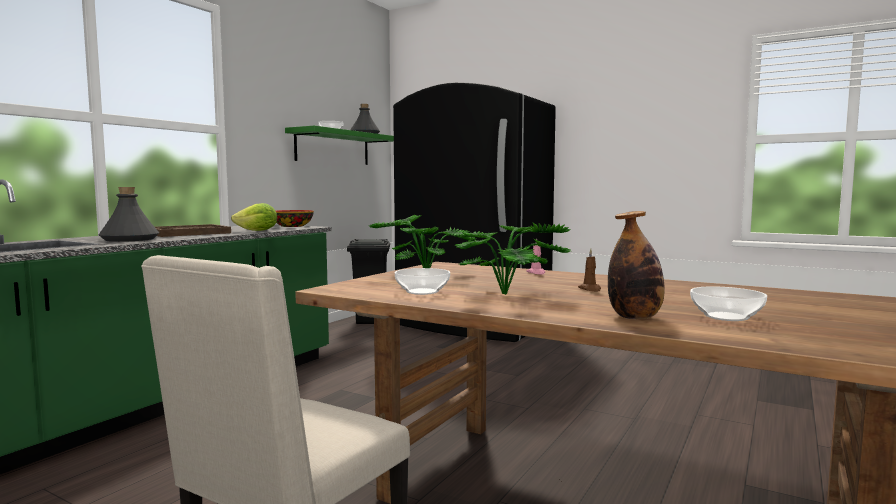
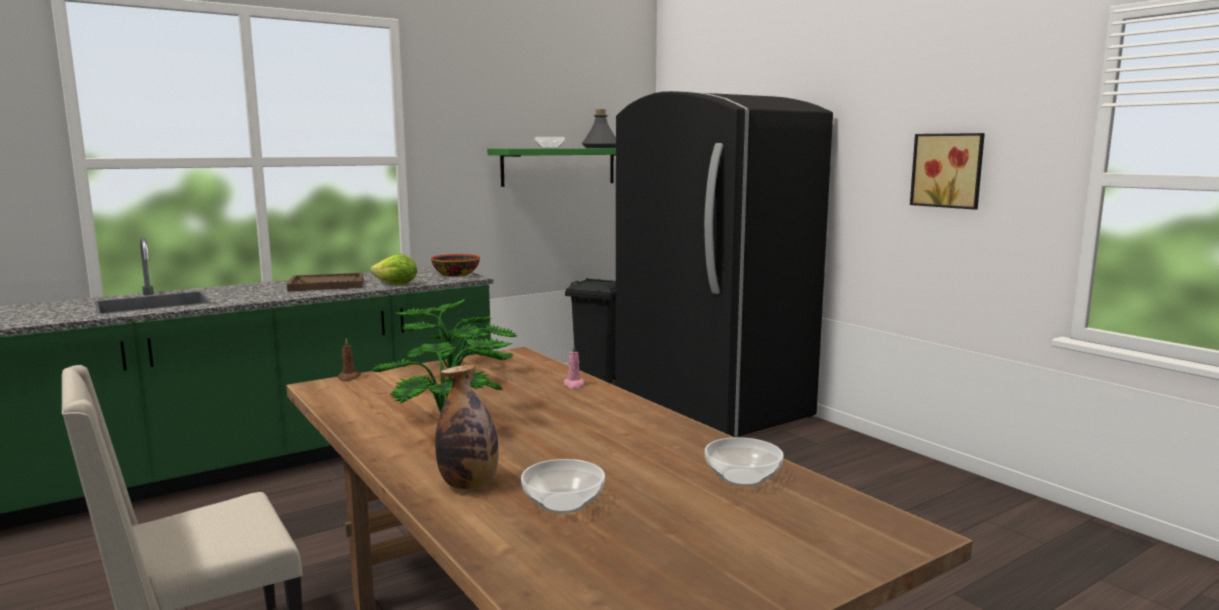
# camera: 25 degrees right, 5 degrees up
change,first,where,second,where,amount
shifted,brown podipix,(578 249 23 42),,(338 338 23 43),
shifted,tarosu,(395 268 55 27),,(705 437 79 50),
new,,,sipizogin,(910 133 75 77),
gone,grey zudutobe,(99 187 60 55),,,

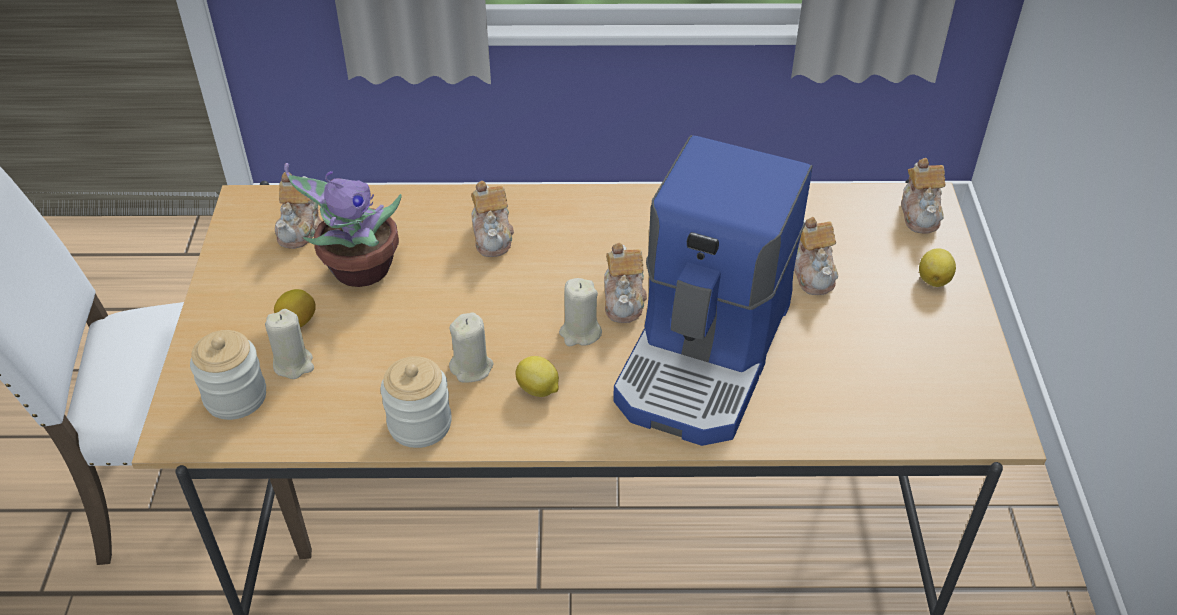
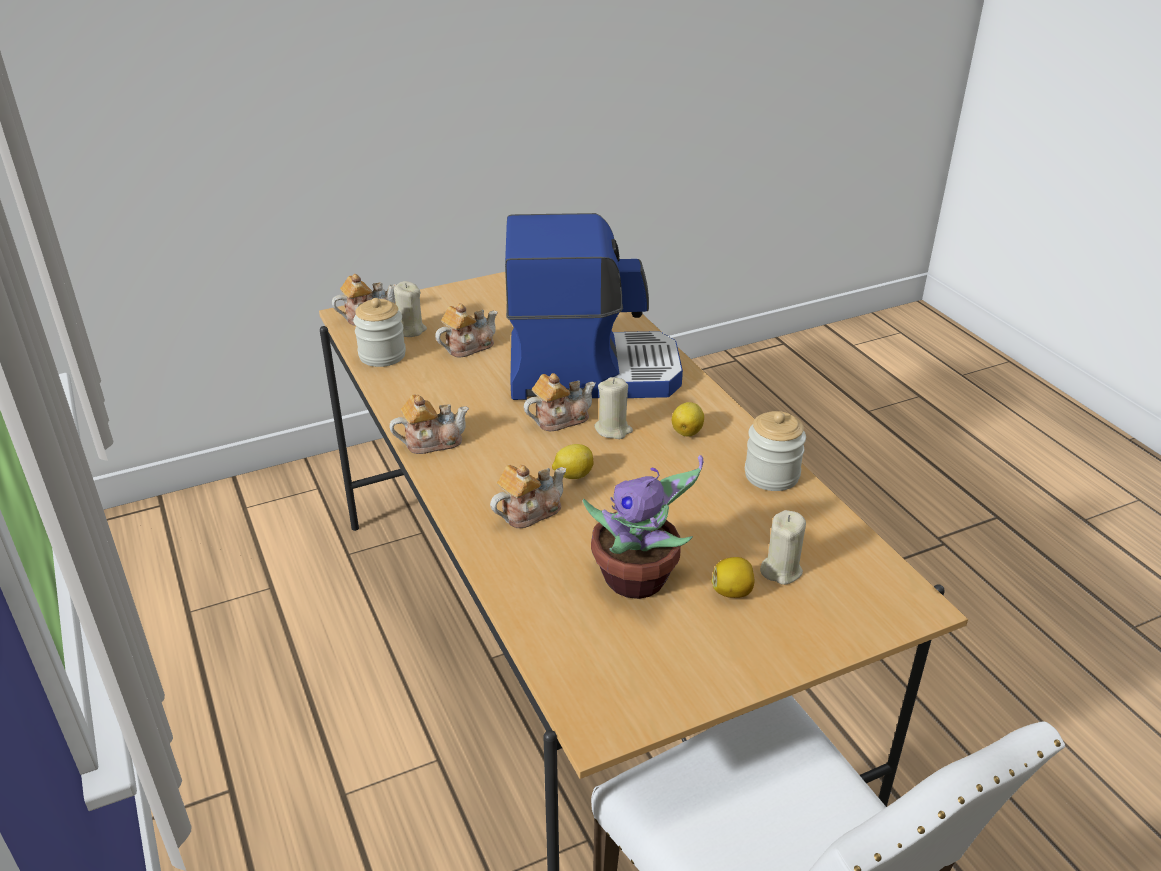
# camera: 115 degrees left, 10 degrees down
change,first,where,second,where,amount
shifted,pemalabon,(190 330 76 90),,(353 298 53 69),
shifted,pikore,(275 172 47 77),,(390 394 79 60),
shifted,beige podipix,(449 313 45 70),,(394 281 33 56),
shifted,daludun,(919 248 37 39),,(552 444 42 35),

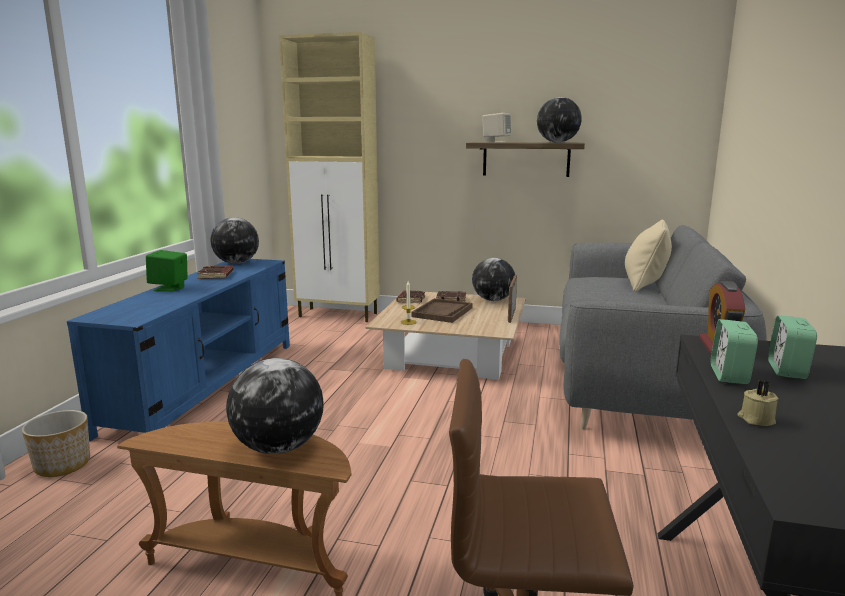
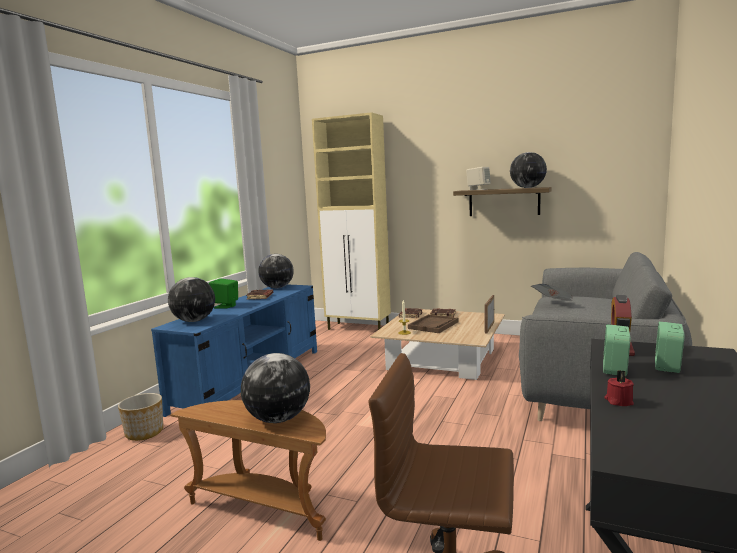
# camera: 10 degrees right, 5 degrees down
change,first,where,second,where,amount
shifted,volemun,(472 258 43 43),,(168 277 47 45),
new,,,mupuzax,(531 284 43 17),
repainted,beige podipix,(737 381 42 45),red podipix,(604 370 30 36),
gone,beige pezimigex,(625 219 47 73),,,

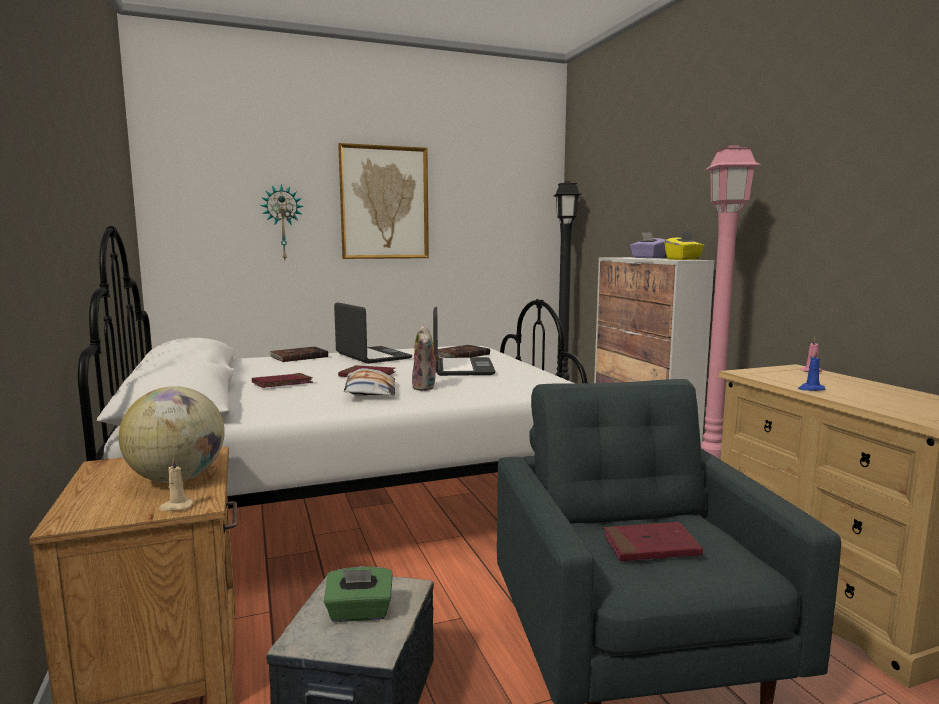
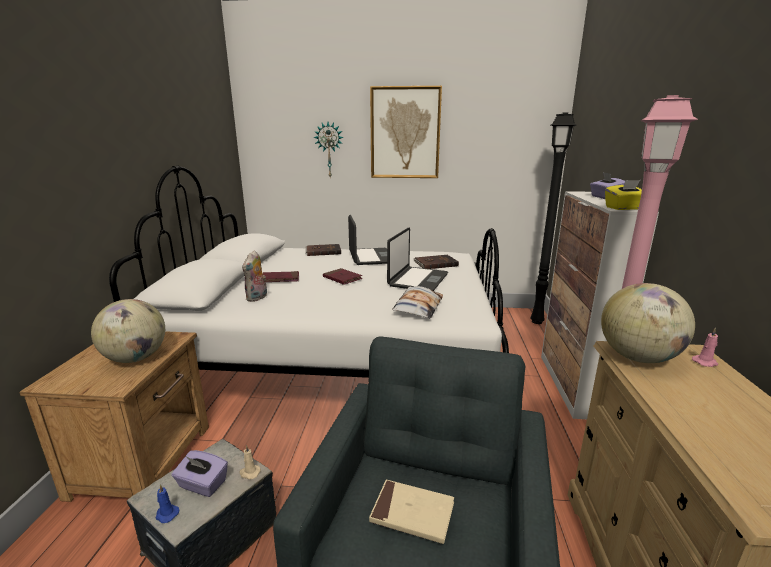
# camera: 25 degrees right, 10 degrees up
change,first,where,second,where,amount
shifted,blue podipix,(798 350 27 41),,(155 484 24 39),
repainted,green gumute,(324 567 69 55),purple gumute,(171 450 57 47),
shifted,beige podipix,(159 457 35 54),,(239 445 22 35),
shifted,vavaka,(412 325 28 66),,(242 250 25 52),
repainted,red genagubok,(604 522 99 39),beige genagubok,(369 479 85 65),
shifted,pezimigex,(344 368 51 28),,(392 286 51 32),
new,,,volemun,(601 283 94 80),

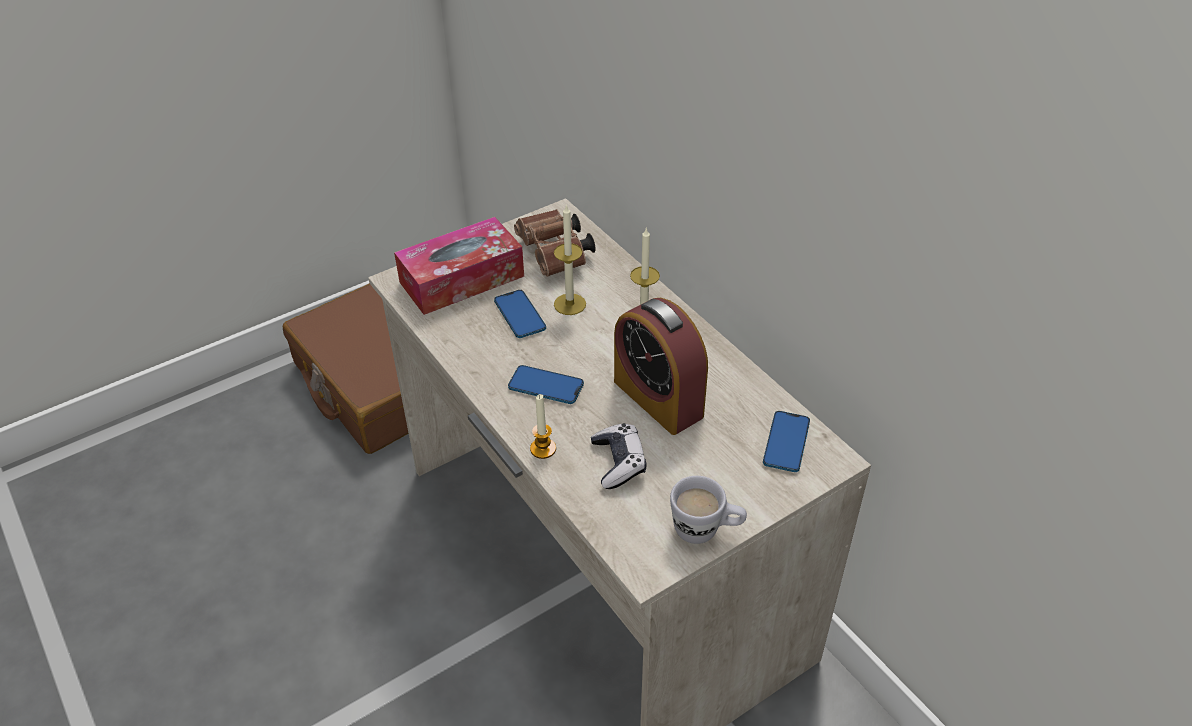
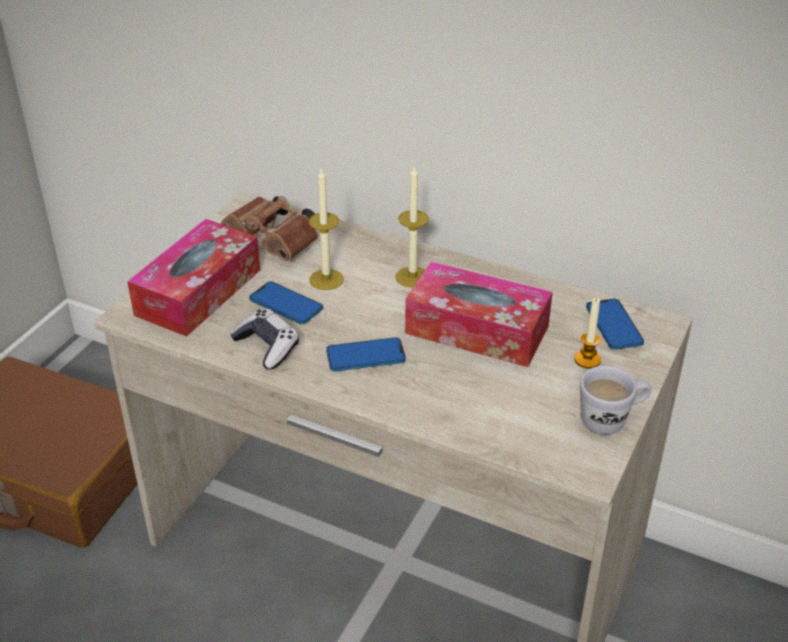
# camera: 30 degrees left, 5 degrees down
change,first,where,second,where,amount
shifted,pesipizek,(591 423 56 66),,(230 309 69 61),
swapped,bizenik,(614 298 94 137),gumute,(405 262 148 105),
shifted,podipix,(530 394 26 65),,(574 297 27 72),

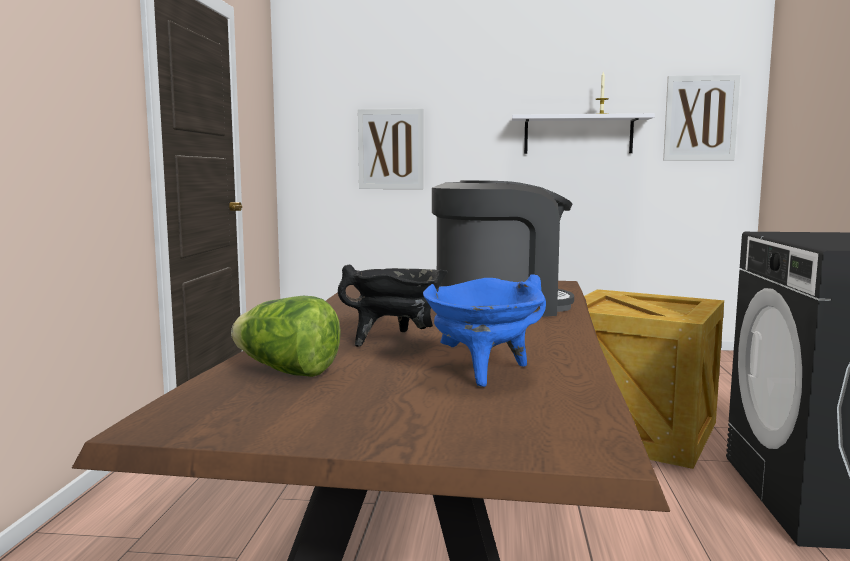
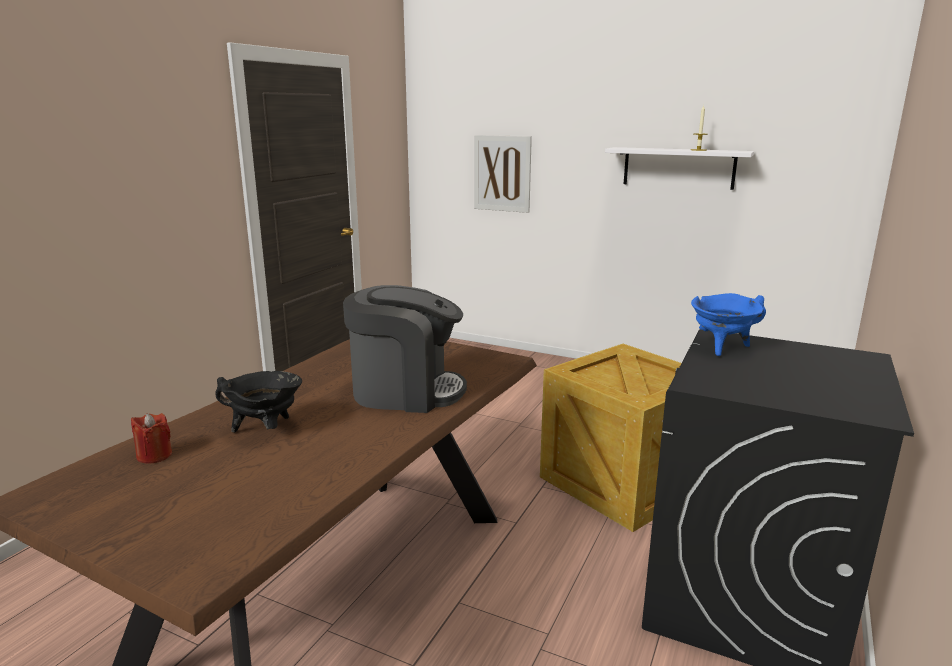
# camera: 20 degrees right, 10 degrees up
change,first,where,second,where,amount
swapped,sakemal,(231 296 110 81),red podipix,(131 413 41 51),
shifted,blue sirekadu,(423 274 123 113),,(691 293 75 63),
gone,sipizogin,(663 75 77 86),,,

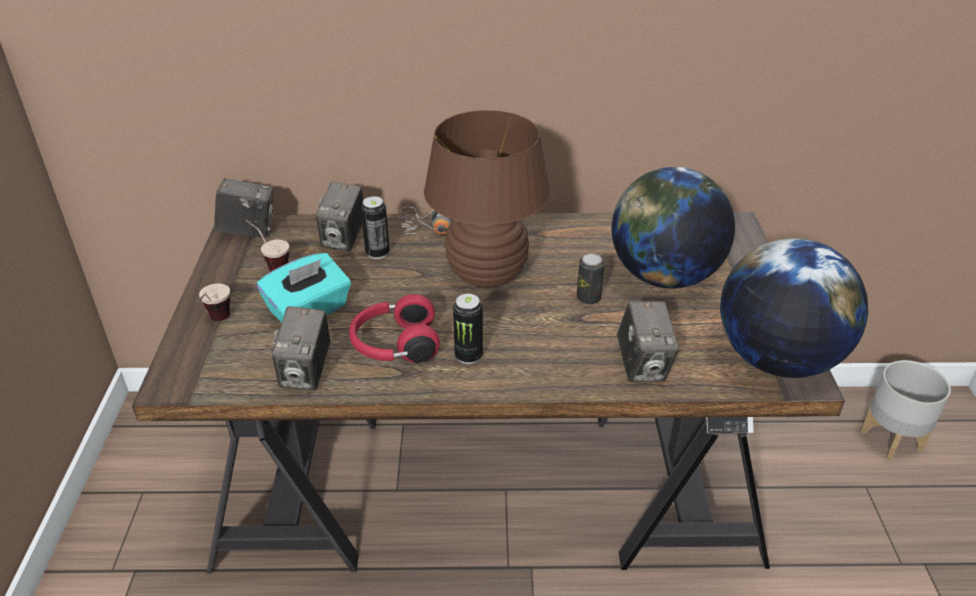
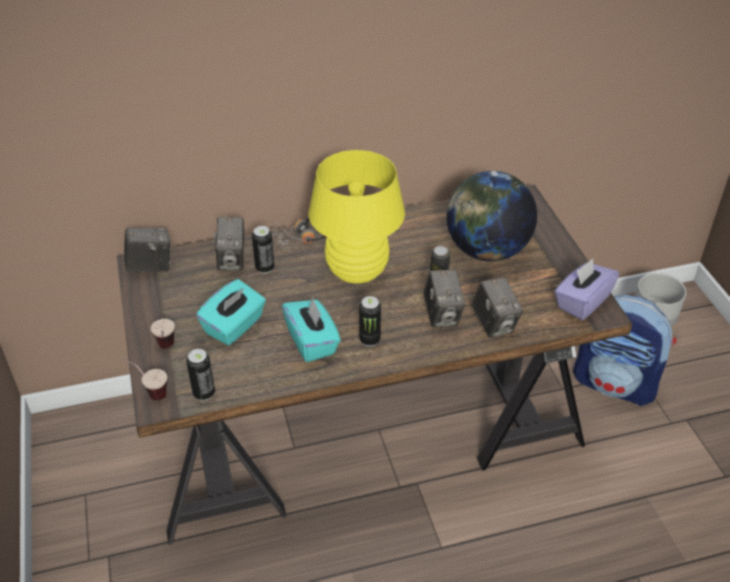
# camera: 15 degrees left, 5 degrees up
change,first,where,second,where,amount
shifted,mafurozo,(245 220 44 52),,(122 358 45 42),
new,,,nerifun,(186 349 29 52),
swapped,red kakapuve,(349 294 91 69),turquoise gumute,(282 297 59 65),
repainted,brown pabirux,(424 110 126 178),yellow pabirux,(309 150 96 134),
shifted,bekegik,(272 306 58 84),,(423 269 42 59),
swapped,volemun,(720 238 148 140),purple gumute,(555 258 64 62),
new,,,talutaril,(573 295 103 111),

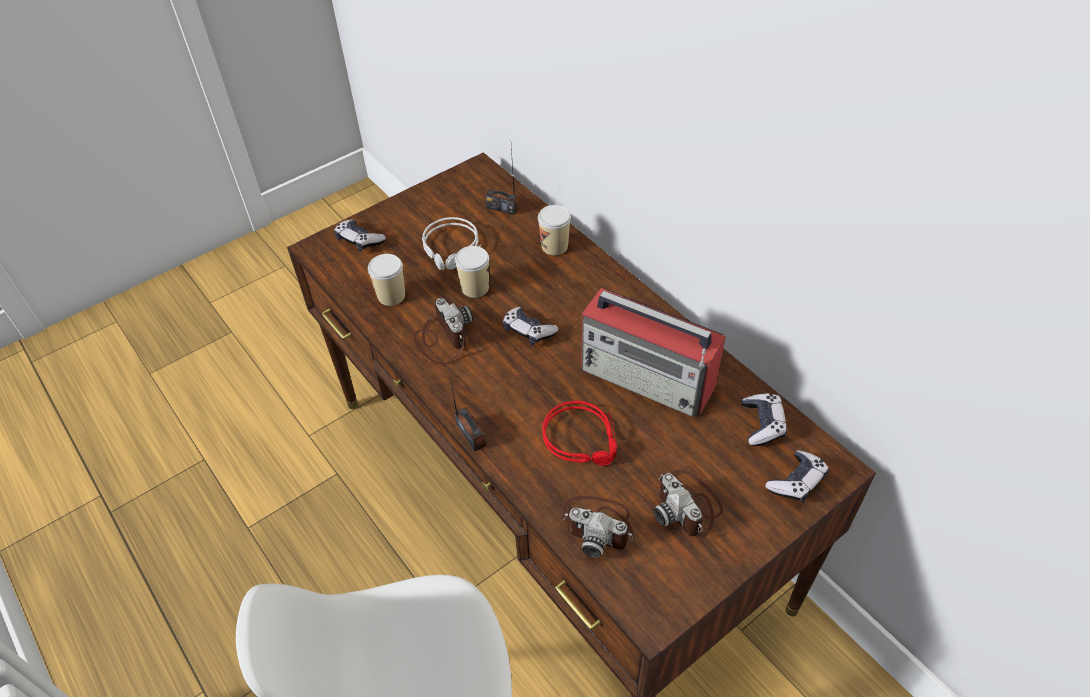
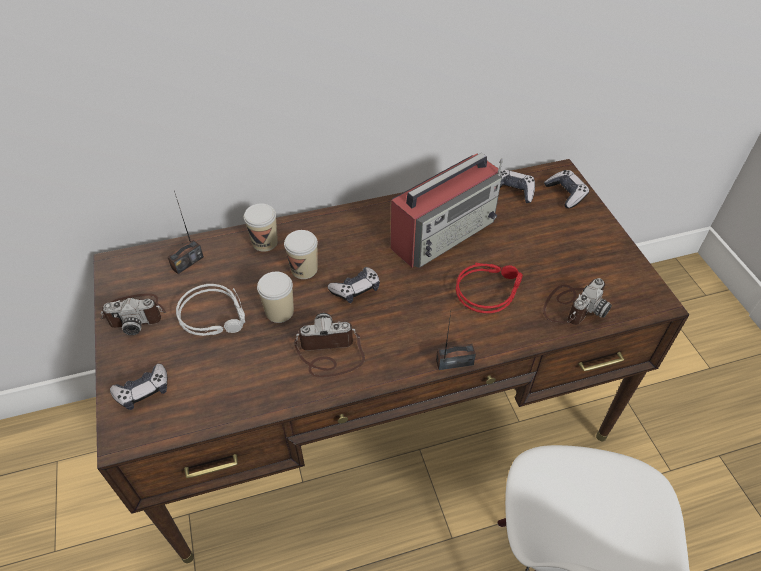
# camera: 70 degrees left, 0 degrees up
change,first,where,second,where,amount
shifted,bekegik,(654 470 69 67),,(100 293 66 42),
shifted,mafurozo,(368 254 37 52),,(284 230 34 49),

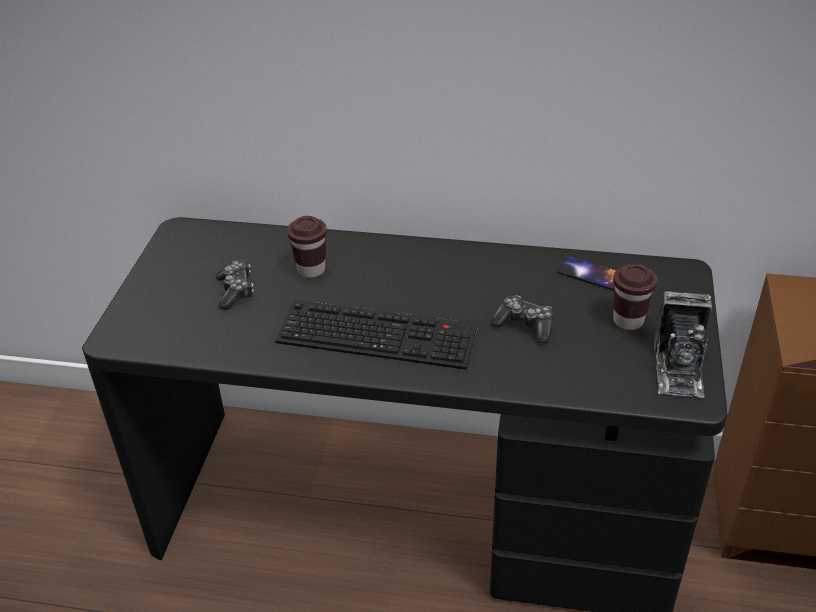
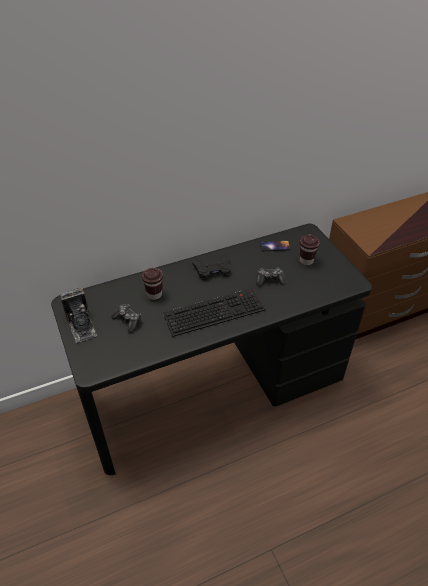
# camera: 35 degrees left, 5 degrees up
change,first,where,second,where,amount
shifted,bekegik,(654 291 58 107),,(60 288 37 55),
new,,,black pesipizek,(192 254 39 26),

